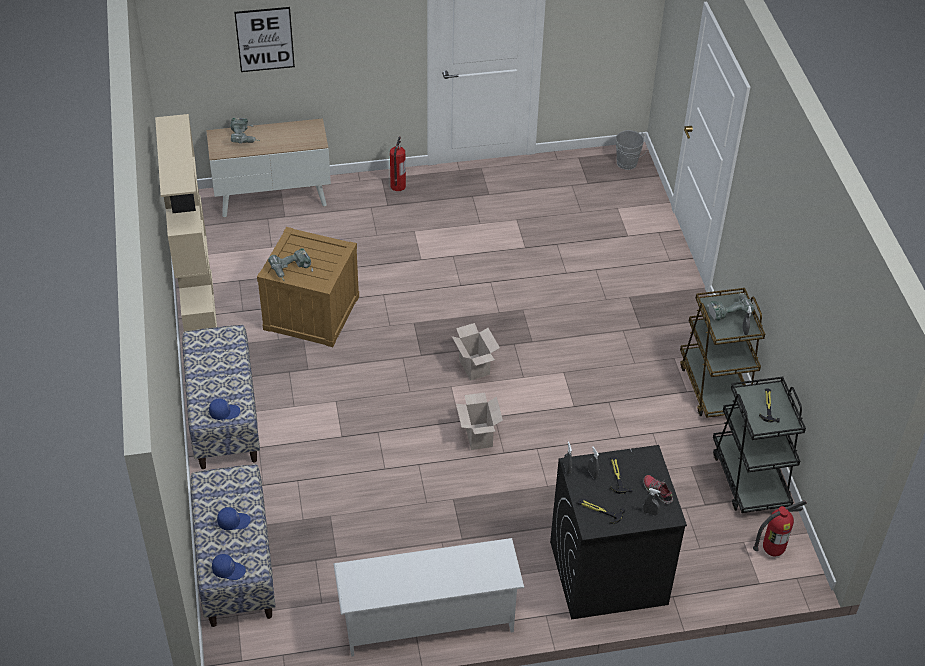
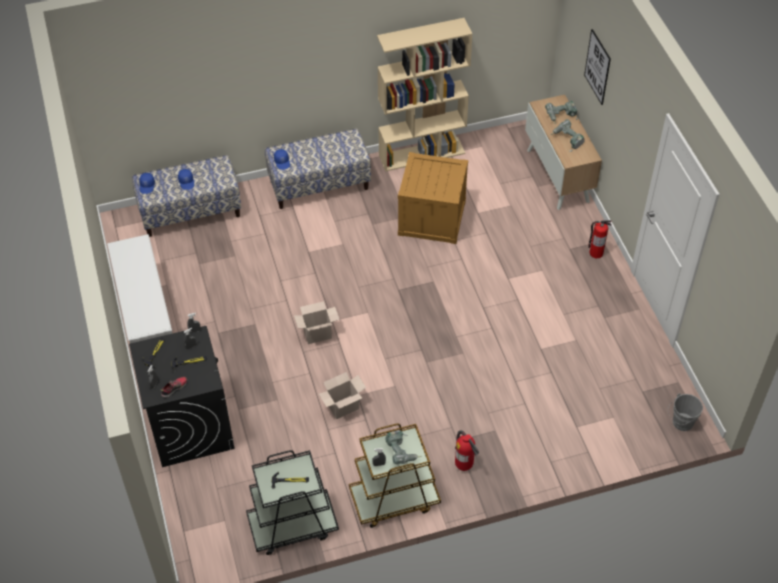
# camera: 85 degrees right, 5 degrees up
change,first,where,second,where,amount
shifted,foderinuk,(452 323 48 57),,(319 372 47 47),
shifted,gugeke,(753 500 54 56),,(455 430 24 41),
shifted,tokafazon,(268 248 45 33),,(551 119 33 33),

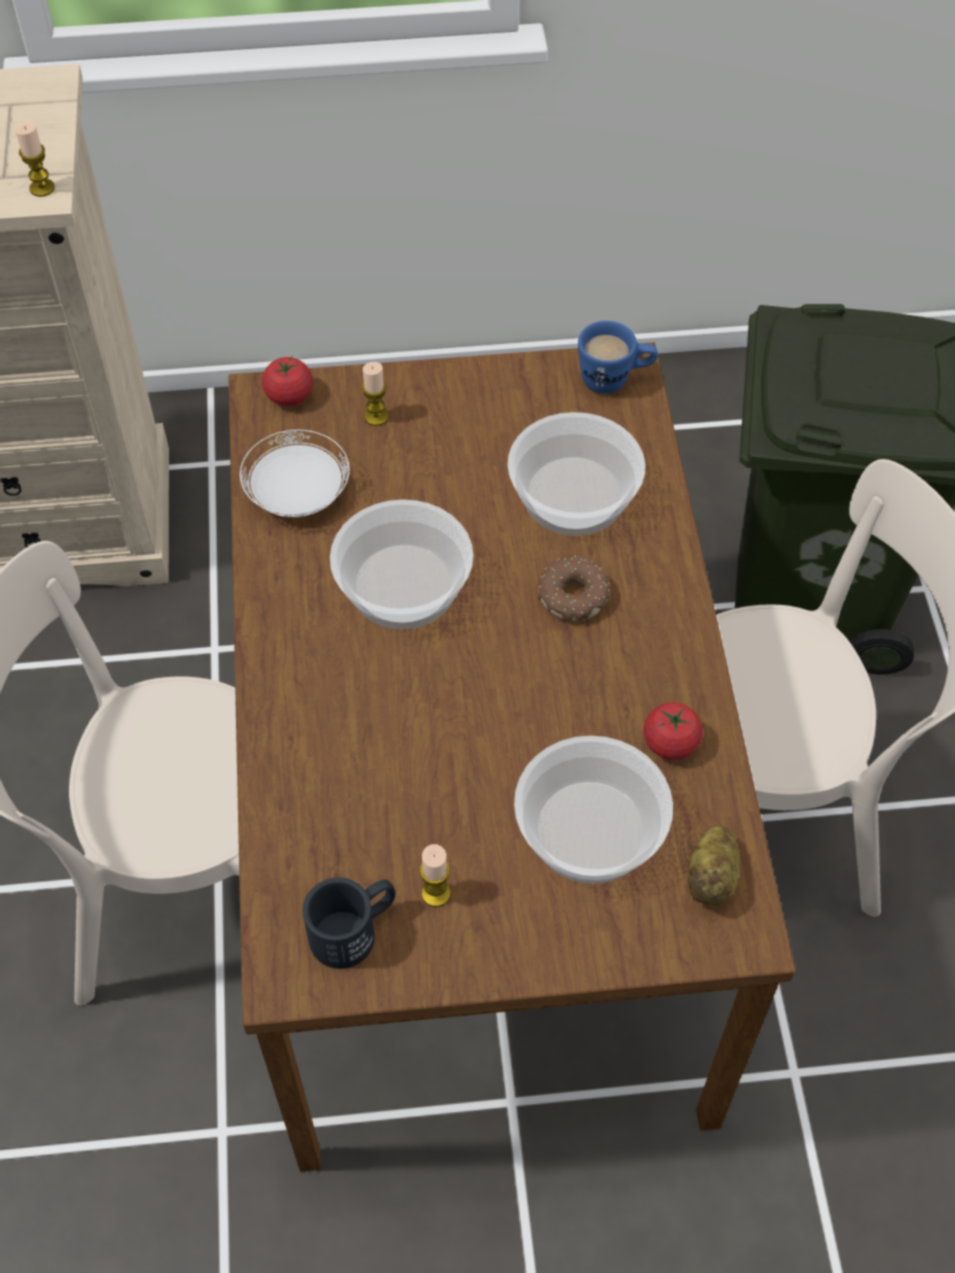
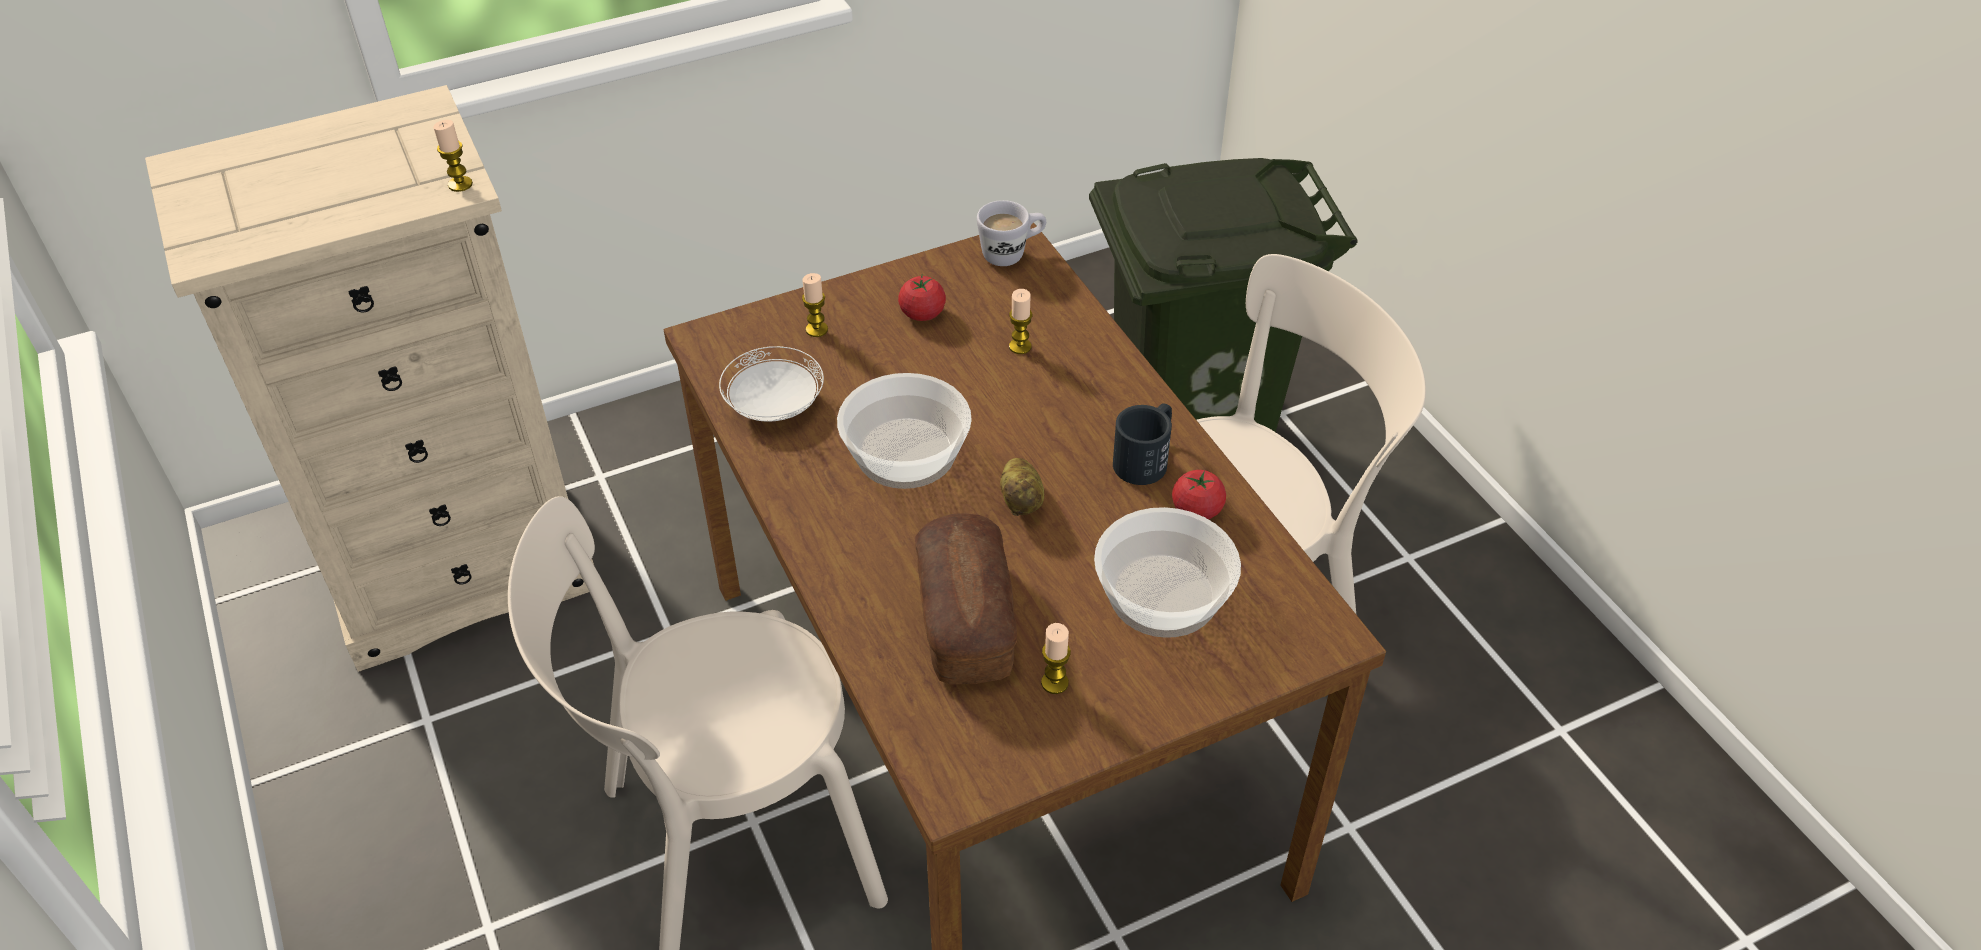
# camera: 20 degrees left, 10 degrees down
change,first,where,second,where,amount
shifted,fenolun,(262 356 51 50),,(898 275 48 46),
new,,,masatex,(914 513 103 172),
repainted,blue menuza,(578 321 80 73),white menuza,(977 200 69 66),
shifted,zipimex,(688 826 52 80),,(1000 458 44 58),
swapped,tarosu,(508 412 137 124),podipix,(1009 289 24 65),
shifted,black menuza,(303 877 93 92),,(1113 403 59 82),
gone,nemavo,(538 556 73 66),,,

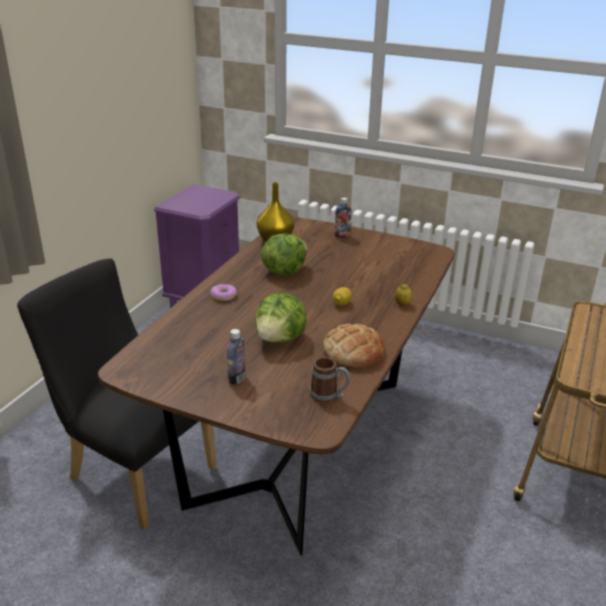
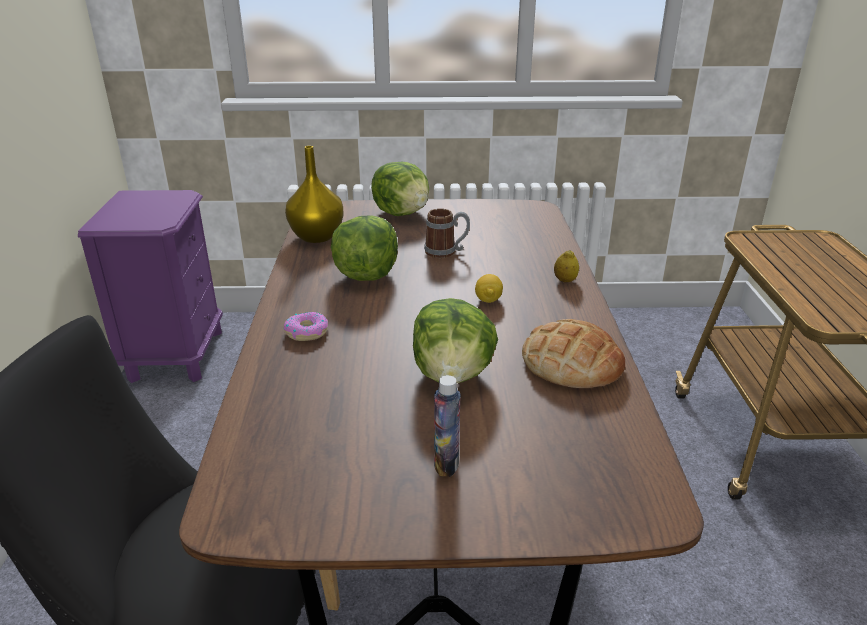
# camera: 25 degrees left, 0 degrees up
change,first,where,second,where,amount
swapped,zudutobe,(334 198 18 40),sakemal,(371 162 58 54),
shifted,menuza,(309 357 41 46),,(424 208 46 50),

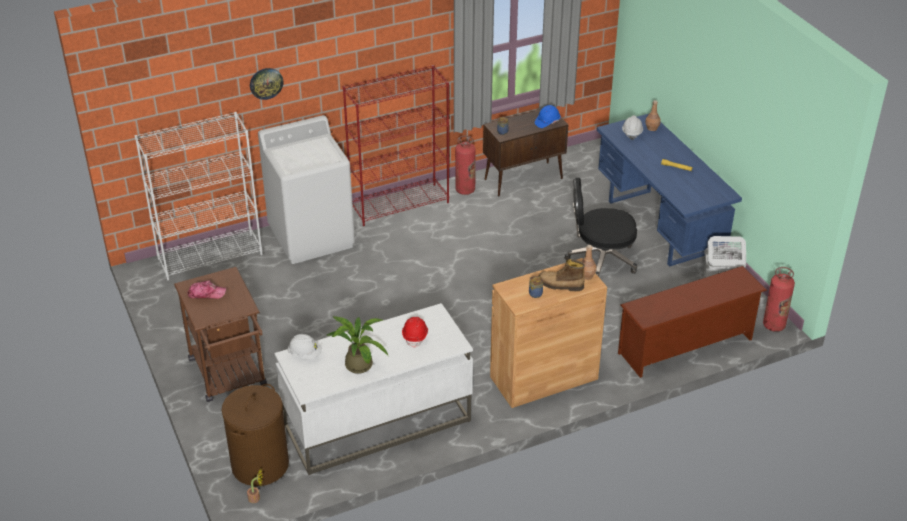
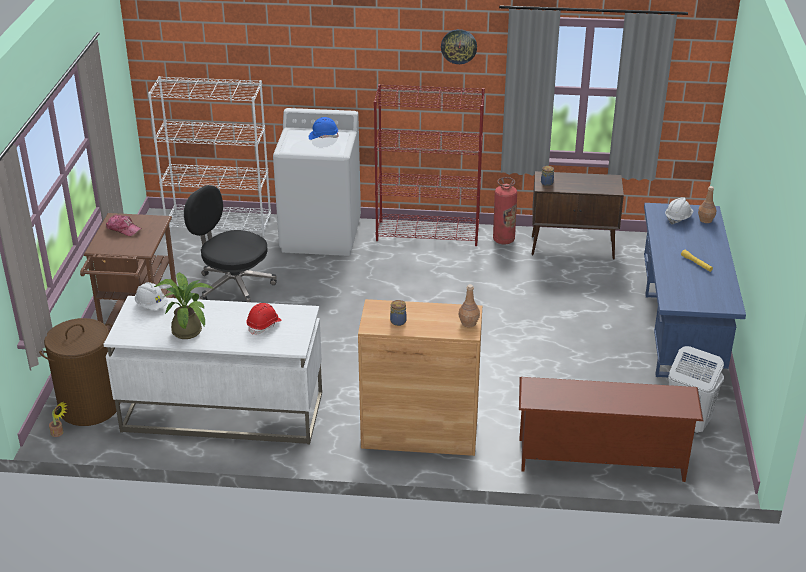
# camera: 30 degrees right, 5 degrees down
change,first,where,second,where,amount
shifted,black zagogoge,(565 178 72 98),,(184 185 93 117),
shifted,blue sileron,(535 105 26 23),,(309 117 30 23),
shifted,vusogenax,(250 68 33 32),,(441 29 36 35),
gone,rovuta,(538 259 47 32),,,
gone,gugeke,(763 267 32 65),,,

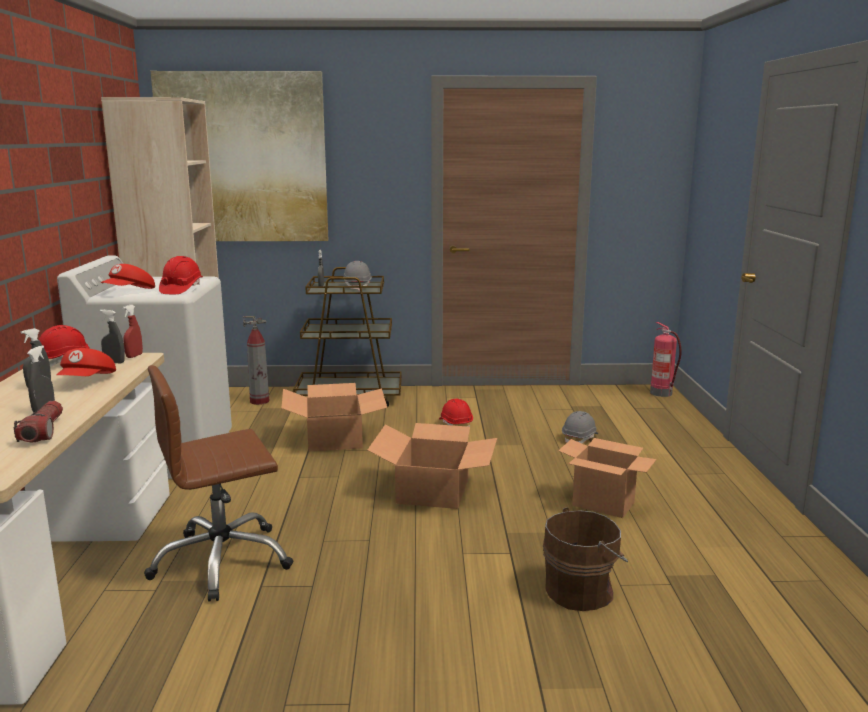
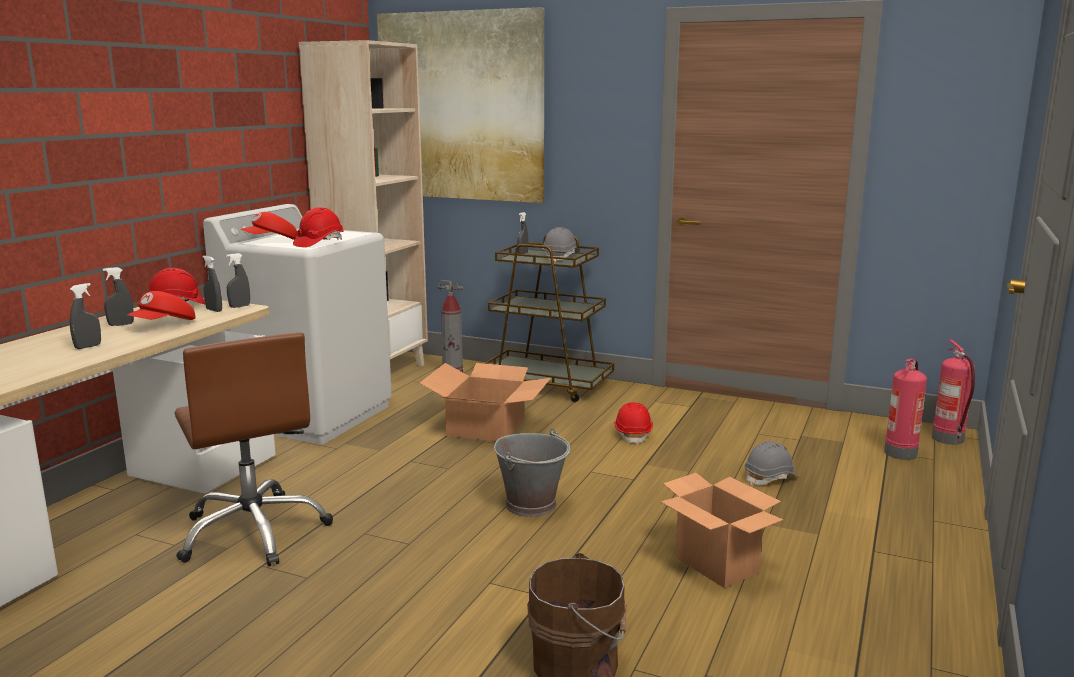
# camera: 25 degrees right, 0 degrees up
change,first,where,second,where,amount
rotated,brown zagogoge,(144 365 149 237),,(175 332 158 234),120 degrees counterclockwise
repainted,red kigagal,(122 305 21 53),grey kigagal,(226 253 24 55),
swapped,foderinuk,(368 423 129 86),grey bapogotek,(494 428 76 89),
new,,,gugeke,(884 359 43 101),
gone,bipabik,(14 401 49 41),,,

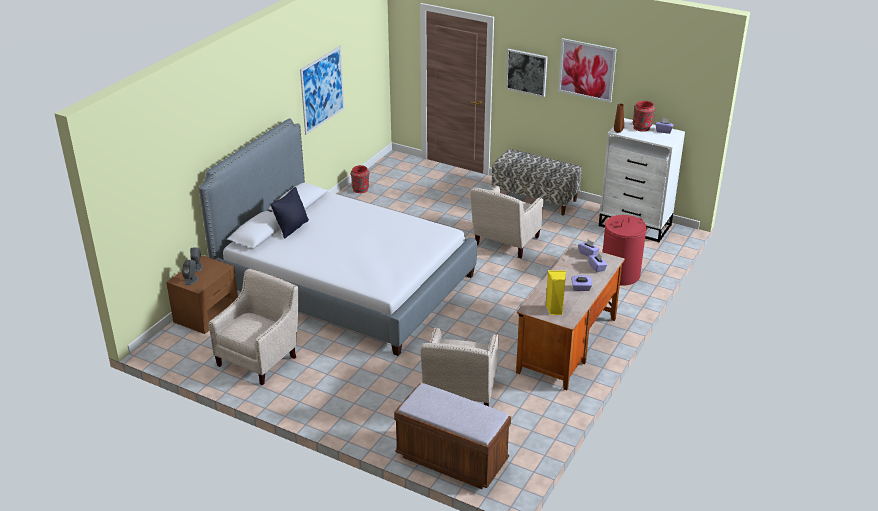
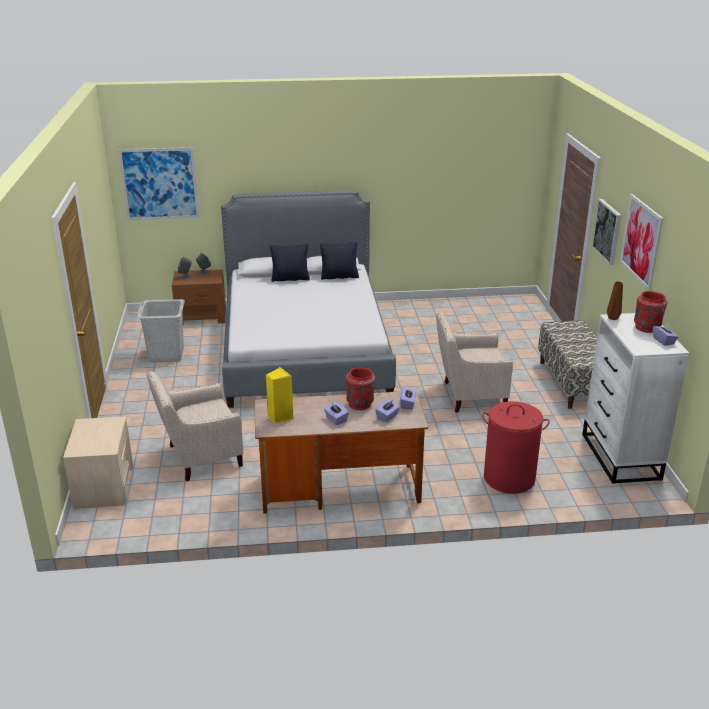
# camera: 55 degrees right, 5 degrees down
change,first,where,second,where,amount
swapped,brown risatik,(394 383 117 106),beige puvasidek,(63 416 70 93),
shifted,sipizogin,(300 46 45 89),,(118 147 81 73),
swapped,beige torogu,(209 269 90 116),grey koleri,(137 299 48 63),
new,,,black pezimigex,(320 242 39 38),
shifted,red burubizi,(351 165 18 28),,(346 368 30 42),

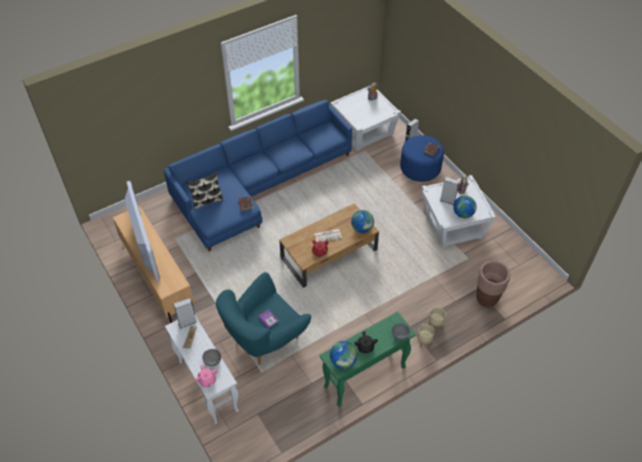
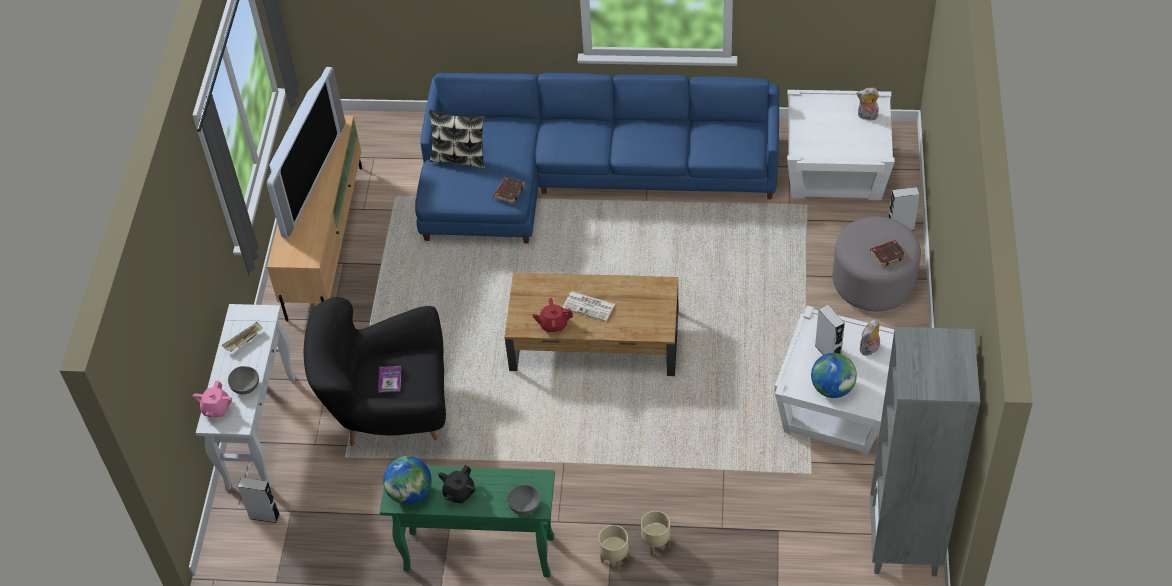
# camera: 40 degrees right, 0 degrees up
change,first,where,second,where,amount
shifted,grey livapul,(173 298 24 31),,(238 477 42 46),
repainted,turquoise torogu,(216 272 95 93),black torogu,(304 297 142 149),
repainted,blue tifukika,(400 135 44 47),grey tifukika,(833 216 88 95),
new,,,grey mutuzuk,(870 327 110 249),
gone,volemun,(351 210 23 23),,,
gone,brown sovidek,(476 260 34 47),,,

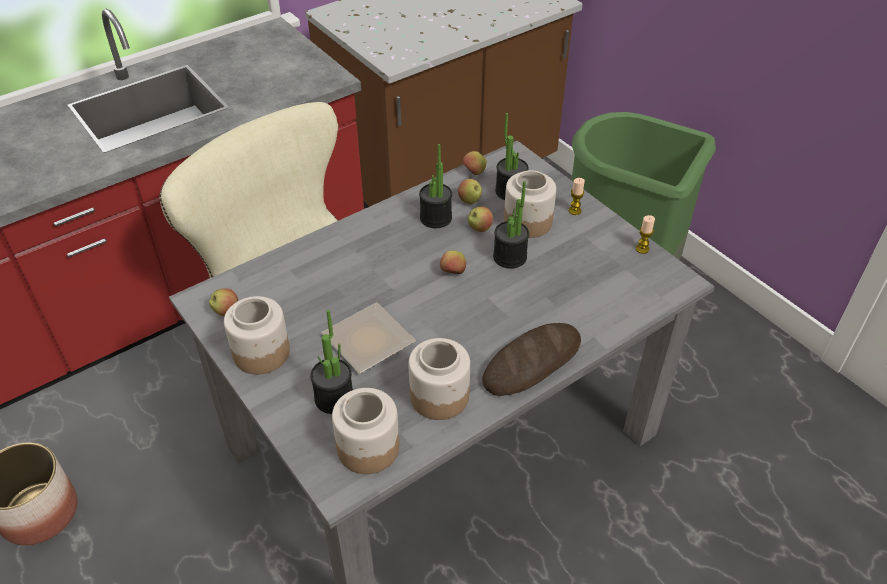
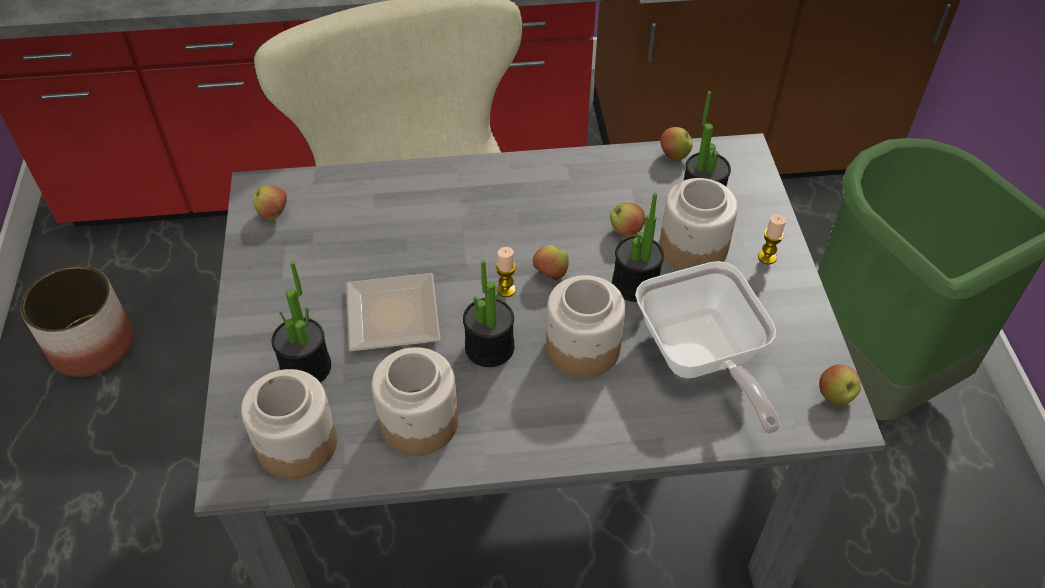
# camera: 30 degrees right, 5 degrees up
change,first,where,second,where,amount
shifted,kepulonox,(419 144 33 84),,(463 260 51 107),
shifted,podipix,(636 215 19 39),,(496 247 20 50),
shifted,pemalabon,(224 296 66 78),,(546 275 79 103),
new,,,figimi,(635 261 145 173),
shifted,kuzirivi,(458 179 24 25),,(819 364 42 42),
gone,masatex,(482 323 99 73),,,

